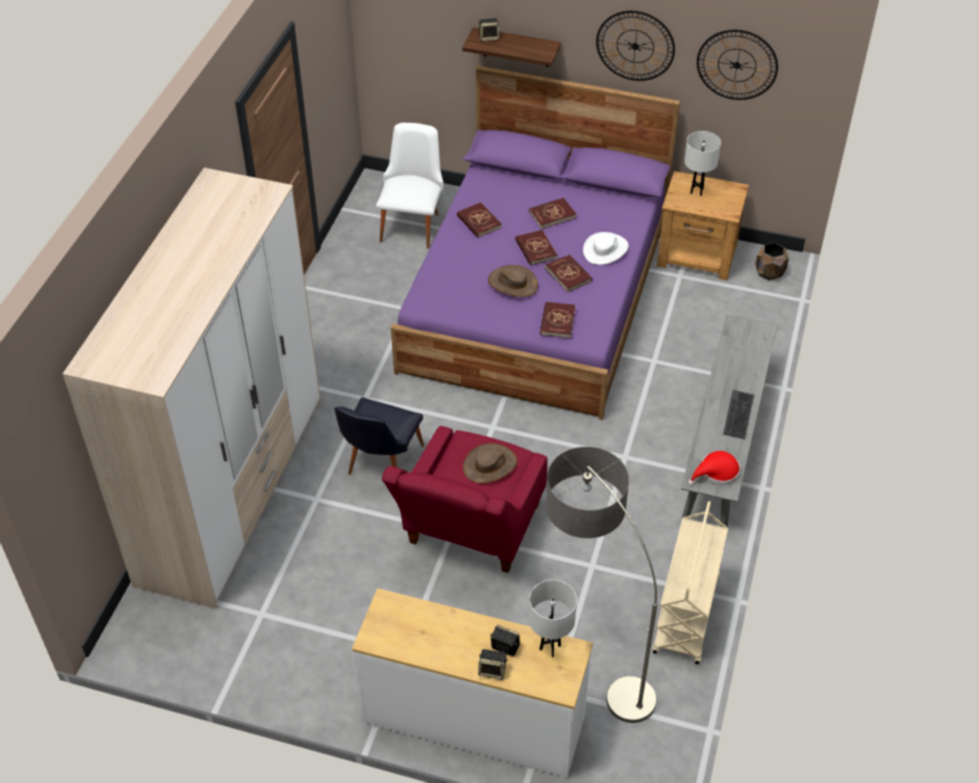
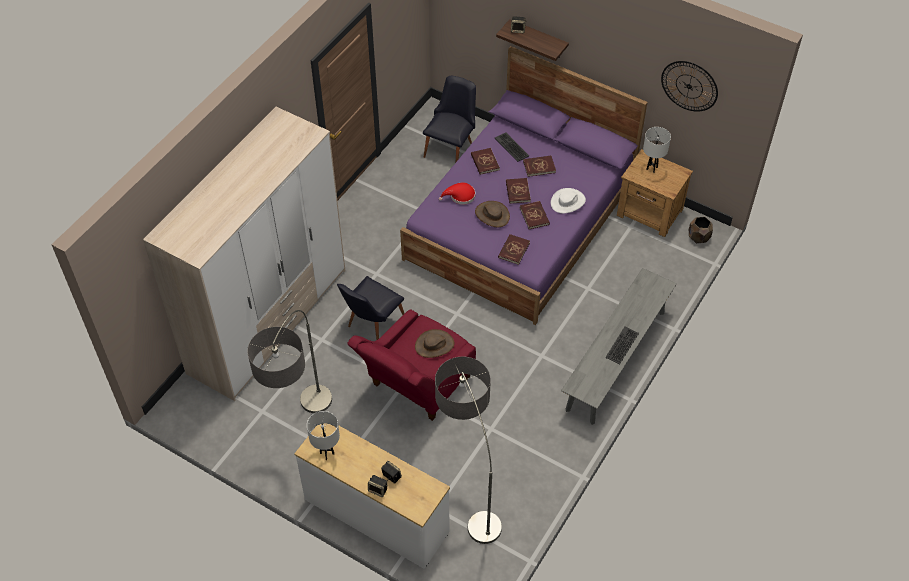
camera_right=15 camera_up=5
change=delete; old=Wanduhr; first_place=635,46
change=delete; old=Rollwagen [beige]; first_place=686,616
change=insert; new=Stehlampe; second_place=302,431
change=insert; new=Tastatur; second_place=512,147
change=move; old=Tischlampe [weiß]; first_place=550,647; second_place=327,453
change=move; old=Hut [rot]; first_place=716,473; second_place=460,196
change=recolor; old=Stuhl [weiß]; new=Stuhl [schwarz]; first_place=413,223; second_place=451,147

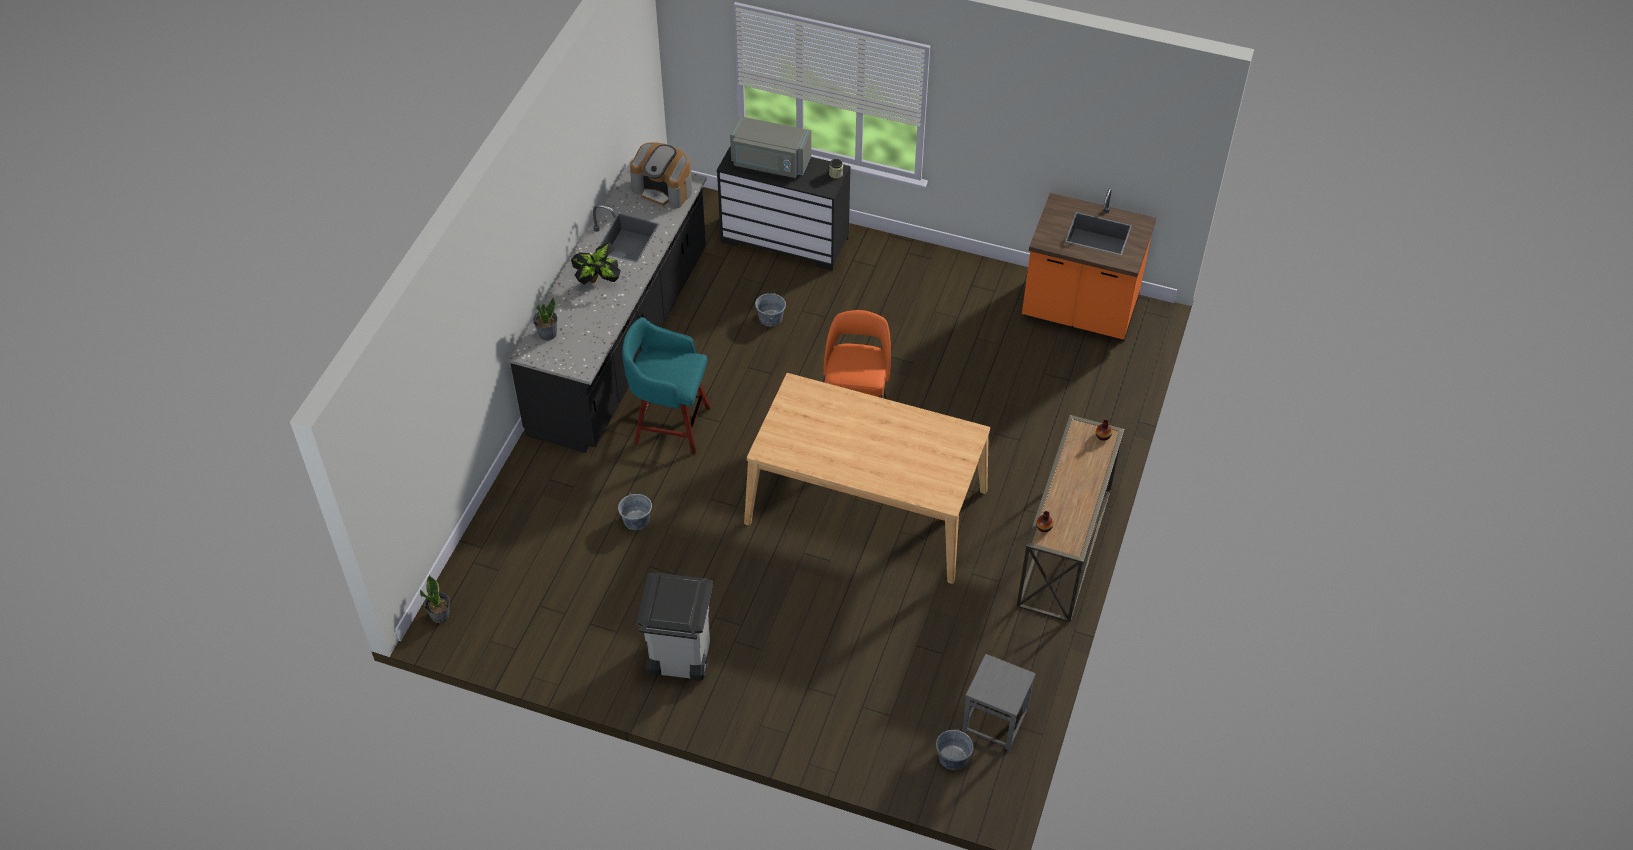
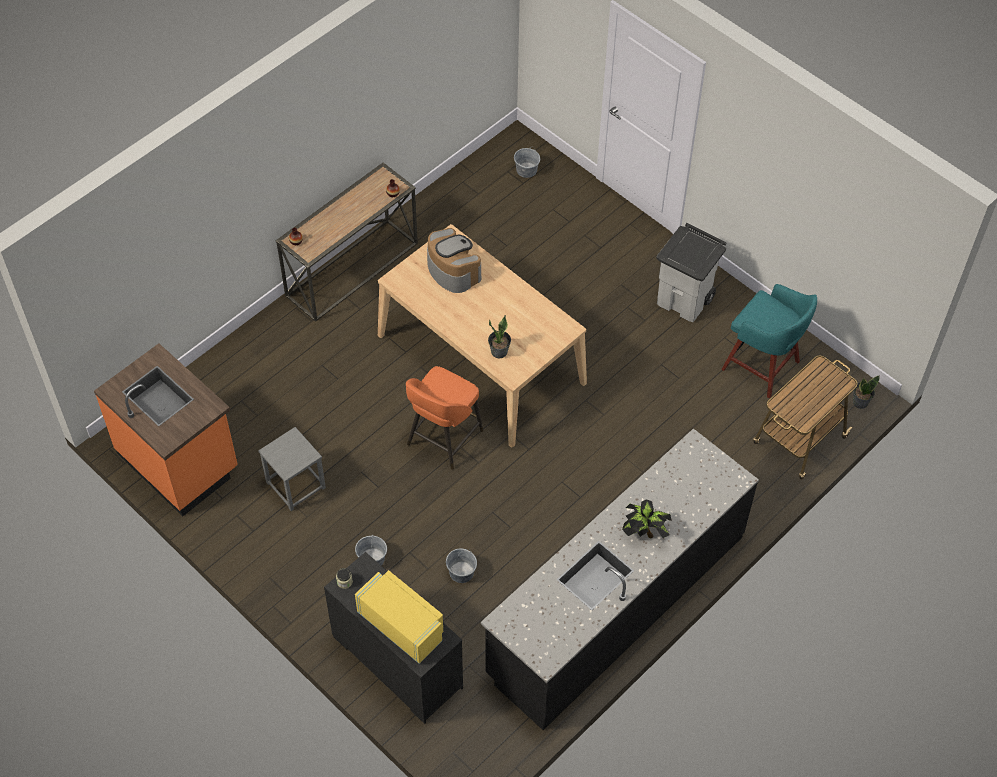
camera_right=-155 camera_up=5
change=insert; new=Rollwagen; second_place=798,441
change=move; old=Topfpflanze; first_place=547,334; second_place=499,352
change=move; old=Eimer [grau]; first_place=636,520; second_place=372,559
change=move; old=Hocker [türkis]; first_place=670,425; second_place=762,367
change=move; old=Kaffeemaschine; first_place=664,189; second_place=452,270
change=move; old=Hocker [grau]; first_place=995,720; second_place=295,485
change=recolor; old=Mikrowelle [grau]; new=Mikrowelle [gelb]; first_place=770,163; second_place=402,625

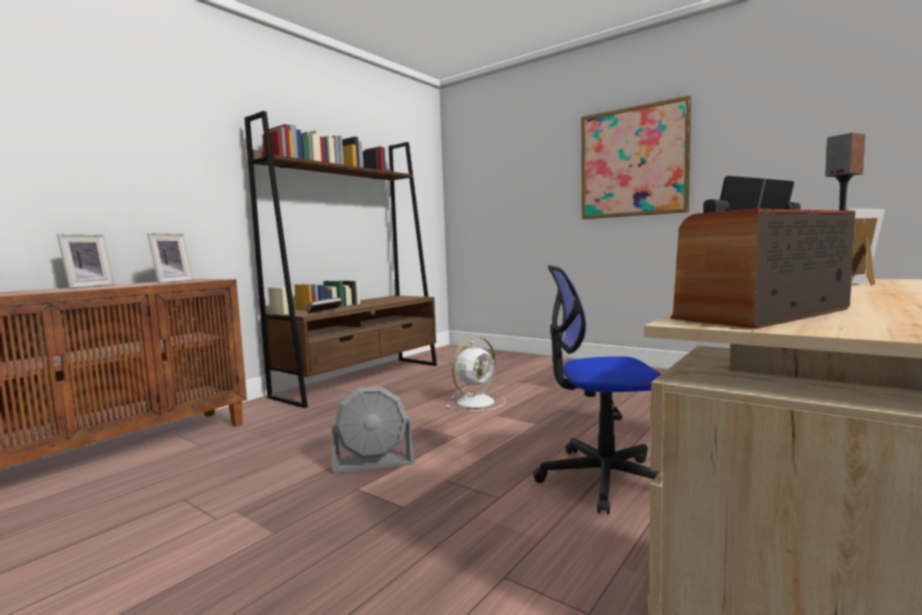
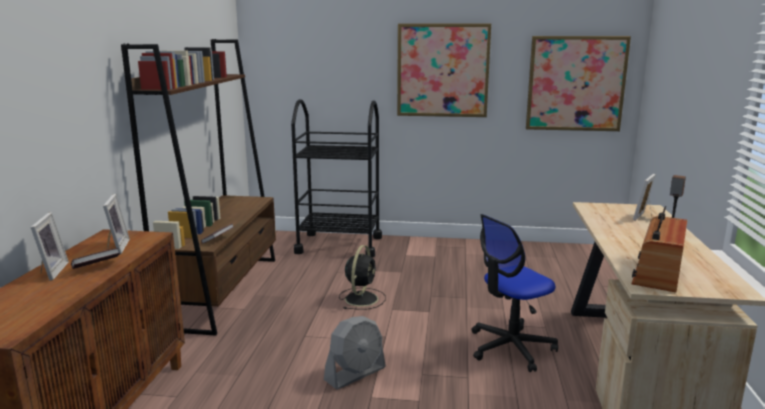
camera_right=-30 camera_up=10
change=insert; new=Buch; second_place=96,267
change=insert; new=Rollwagen [schwarz]; second_place=339,245
change=insert; new=Bild; second_place=576,83
change=recolor; old=Ventilator [weiß]; new=Ventilator [schwarz]; first_place=477,402; second_place=362,298

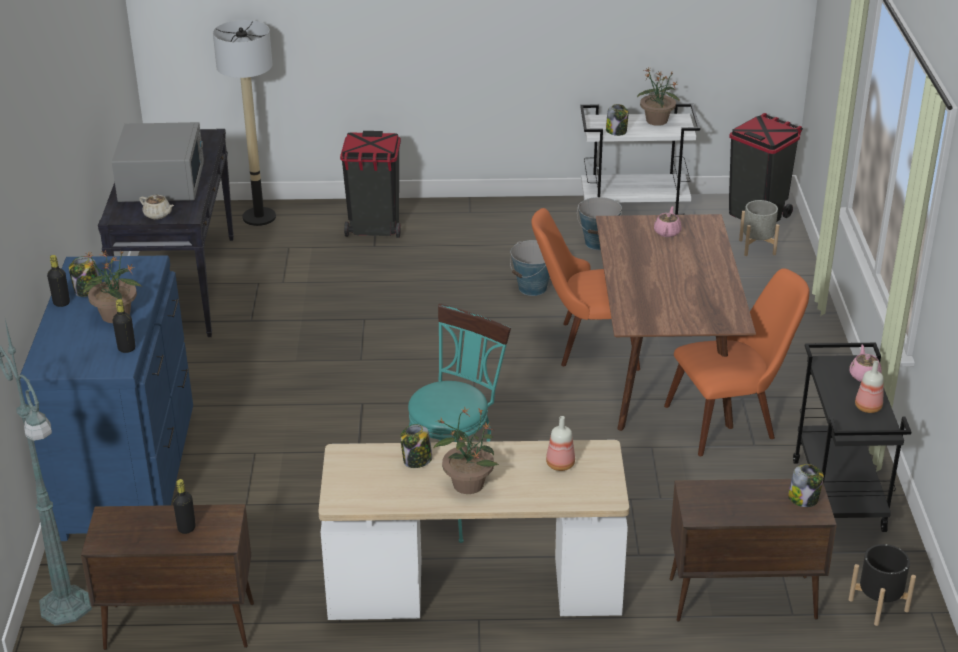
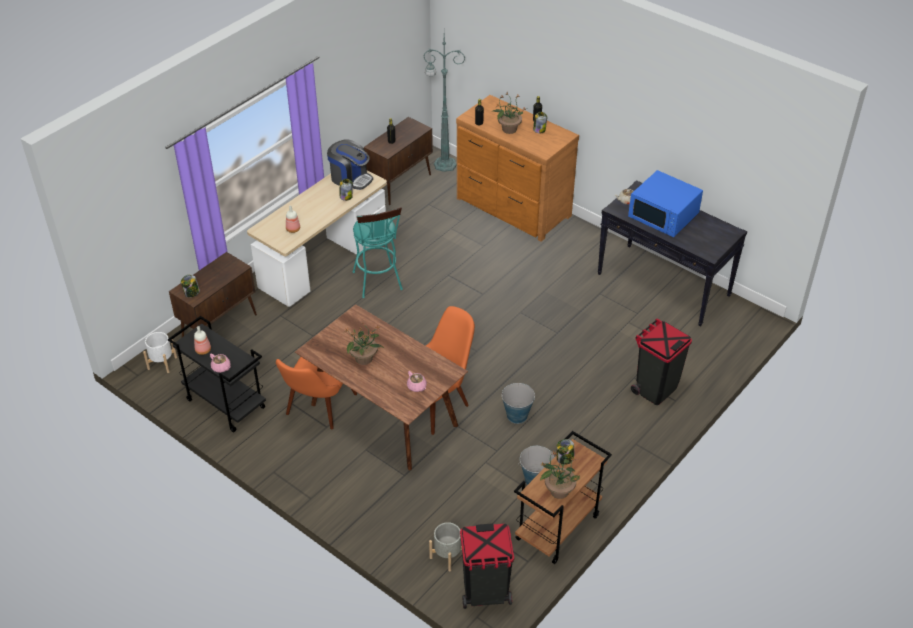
camera_right=130 camera_up=10
change=delete; old=Stehlampe; first_place=259,217
change=insert; new=Kaffeemaschine; second_place=350,179
change=move; old=Topfpflanze; first_place=468,483; second_place=364,359
change=recolor; old=Kommode [blau]; new=Kommode [braun]; first_place=129,470; second_place=512,208
change=recolor; old=Mikrowelle [grau]; new=Mikrowelle [blau]; first_place=162,182; second_place=664,216
change=recolor; old=Rollwagen [weiß]; new=Rollwagen [braun]; first_place=635,210; second_place=557,529
change=recolor; old=Pflanzkübel [schwarz]; new=Pflanzkübel [weiß]; first_place=879,605; second_place=162,363

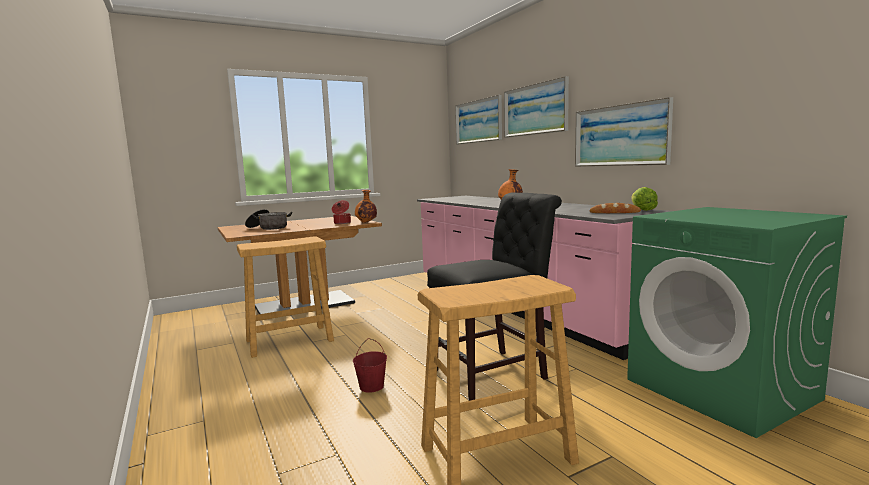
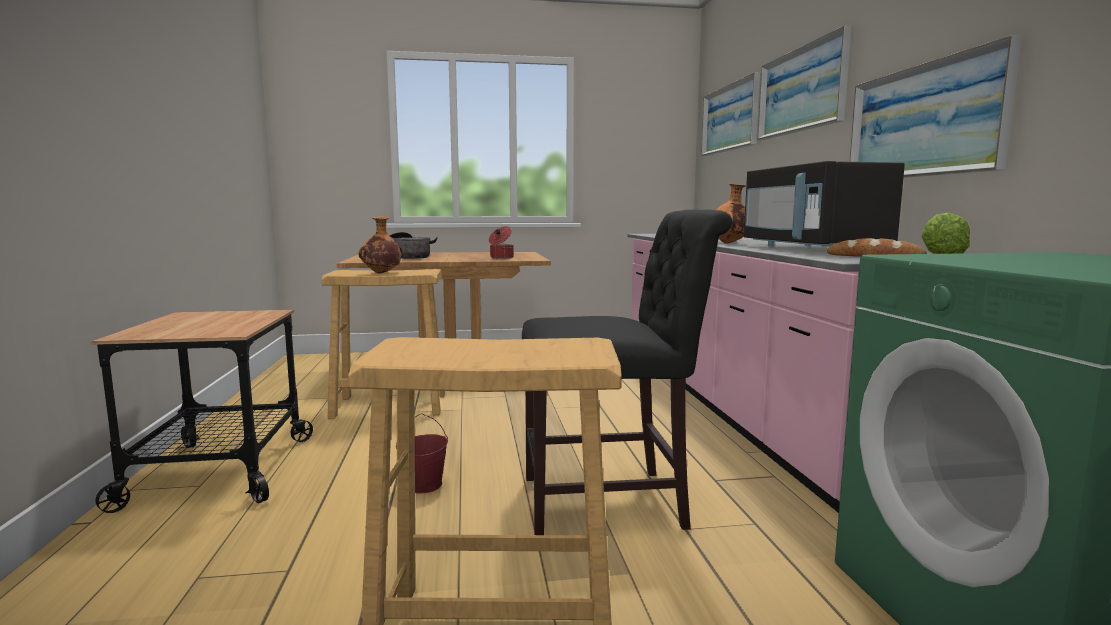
camera_right=20 camera_up=0
change=insert; new=Rollwagen; second_place=219,471
change=insert; new=Mikrowelle [schwarz]; second_place=812,249
change=move; old=Vase [orange]; first_place=366,222; second_place=381,273

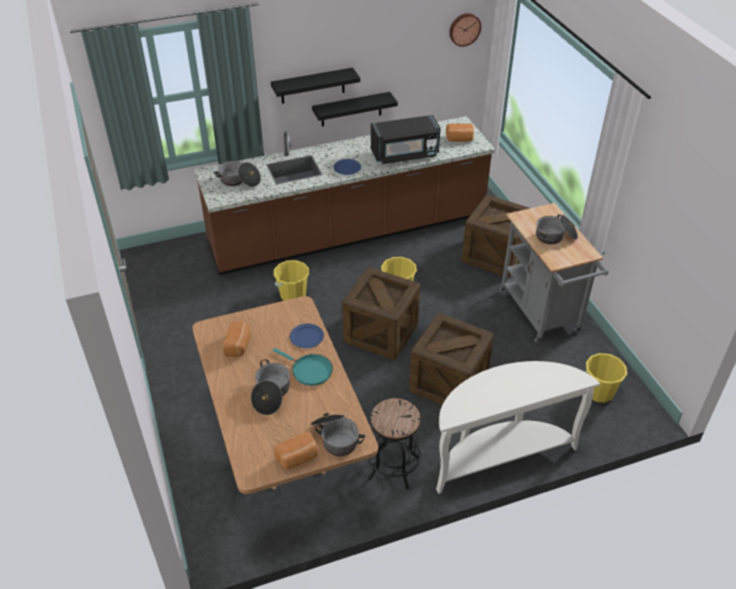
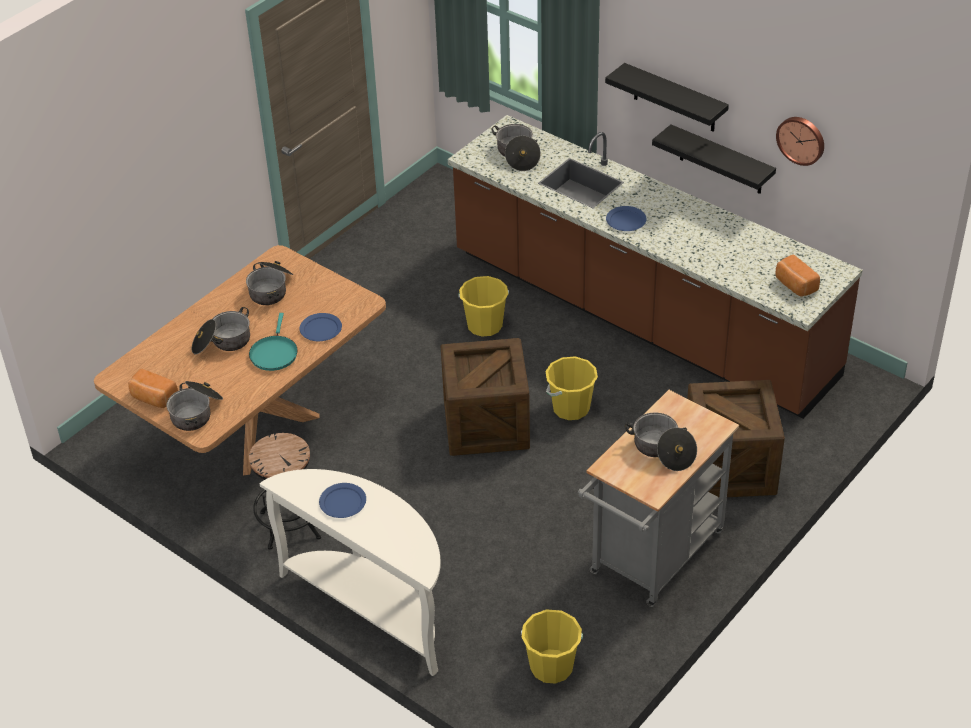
camera_right=60 camera_up=0
change=delete; old=Mikrowelle [schwarz]; first_place=405,154
change=delete; old=Kiste; first_place=448,382
change=insert; new=Teller [blau]; second_place=342,502
change=move; old=Wanduhr; first_place=464,29; second_place=801,139
change=replace; old=Brot; new=Kochtopf; first_place=239,345; second_place=271,289

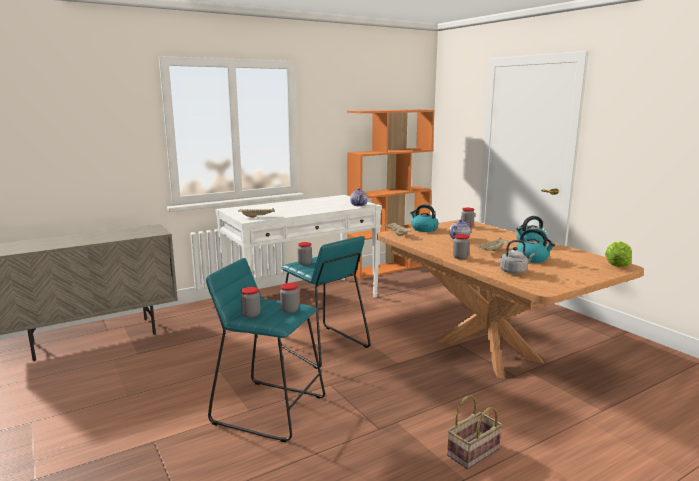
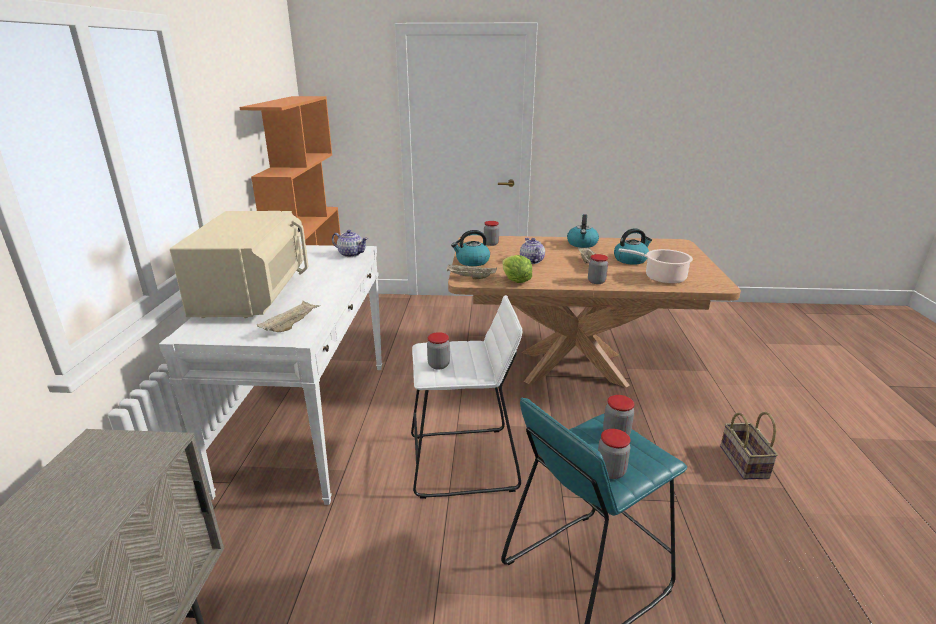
camera_right=-55 camera_up=10
change=insert; new=Mikrowelle [beige]; second_place=254,296
change=move; old=Salatkopf; first_place=616,265; second_place=515,281
change=replace; old=Wasserkessel [grau]; new=Kochtopf; first_place=514,271; second_place=662,278
change=recolor; old=Hocker [türkis]; new=Hocker [weiß]; first_place=322,347; second_place=463,462

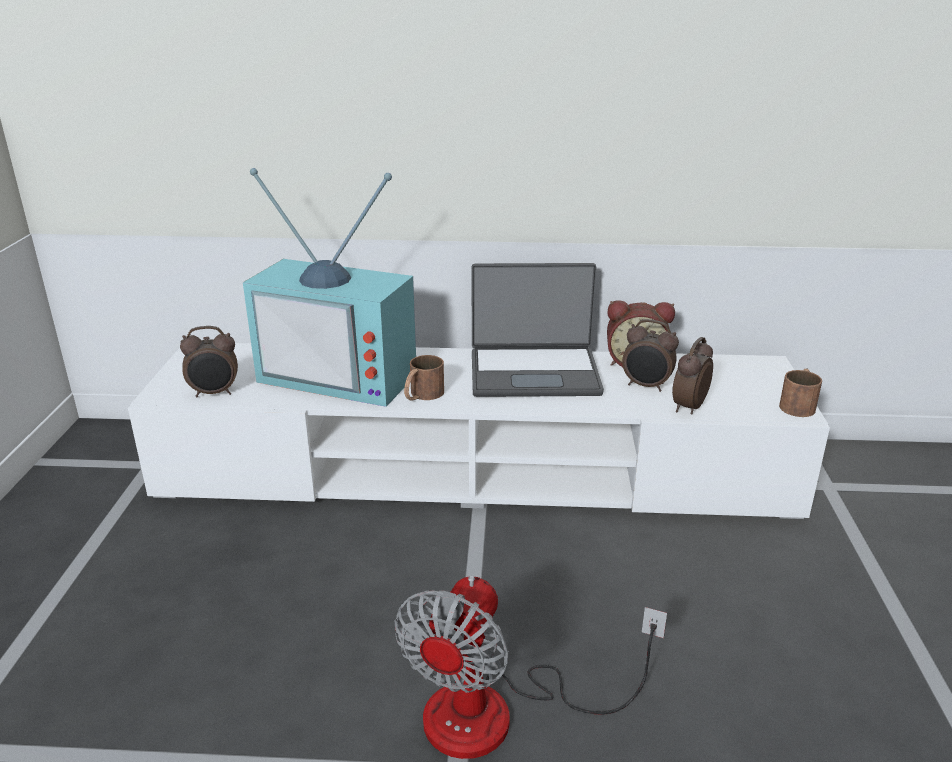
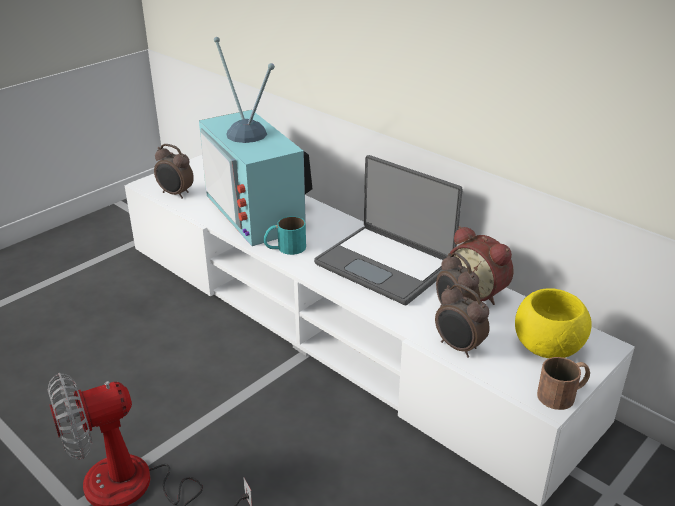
camera_right=40 camera_up=5
change=insert; new=Schüssel [gelb]; second_place=548,346
change=recolor; old=Henkelbecher [braun]; new=Henkelbecher [türkis]; first_place=422,395; second_place=285,248
change=rotate; old=Wecker; first_place=688,407; second_place=458,347; degrees=-120

